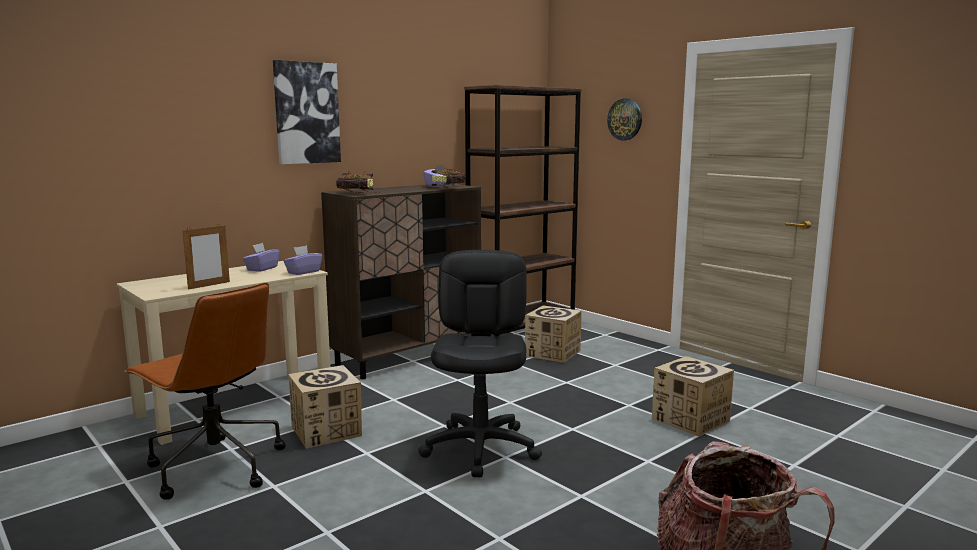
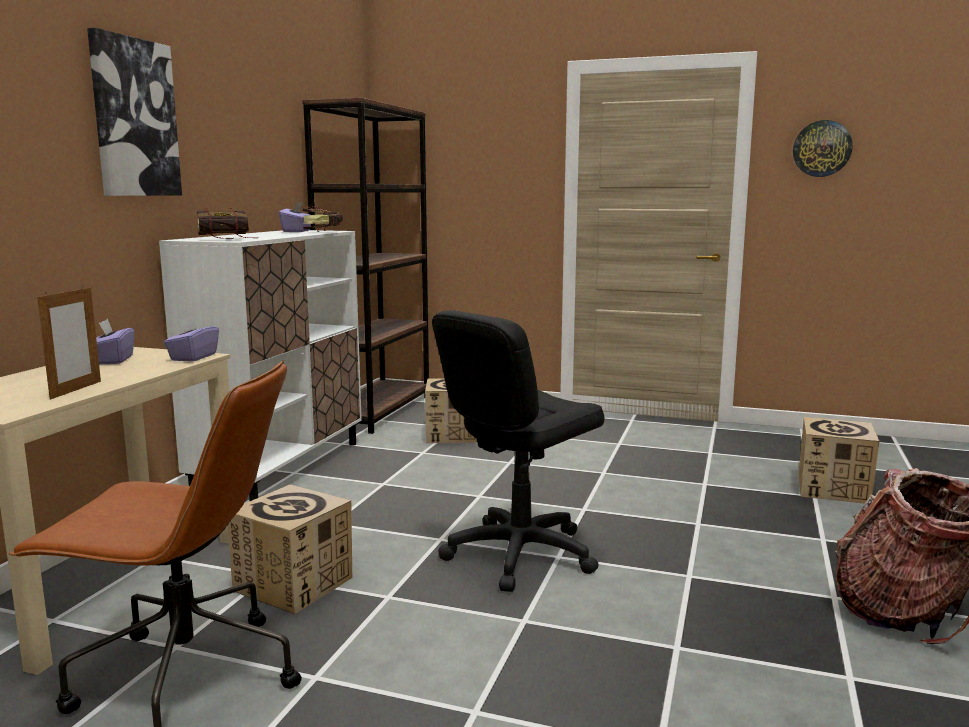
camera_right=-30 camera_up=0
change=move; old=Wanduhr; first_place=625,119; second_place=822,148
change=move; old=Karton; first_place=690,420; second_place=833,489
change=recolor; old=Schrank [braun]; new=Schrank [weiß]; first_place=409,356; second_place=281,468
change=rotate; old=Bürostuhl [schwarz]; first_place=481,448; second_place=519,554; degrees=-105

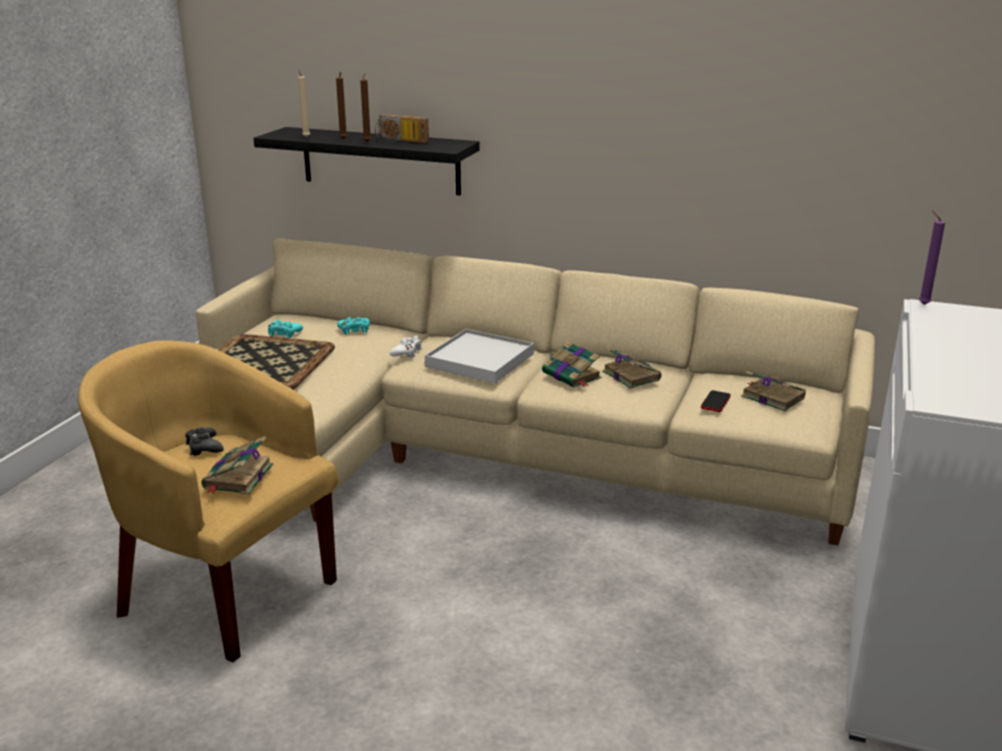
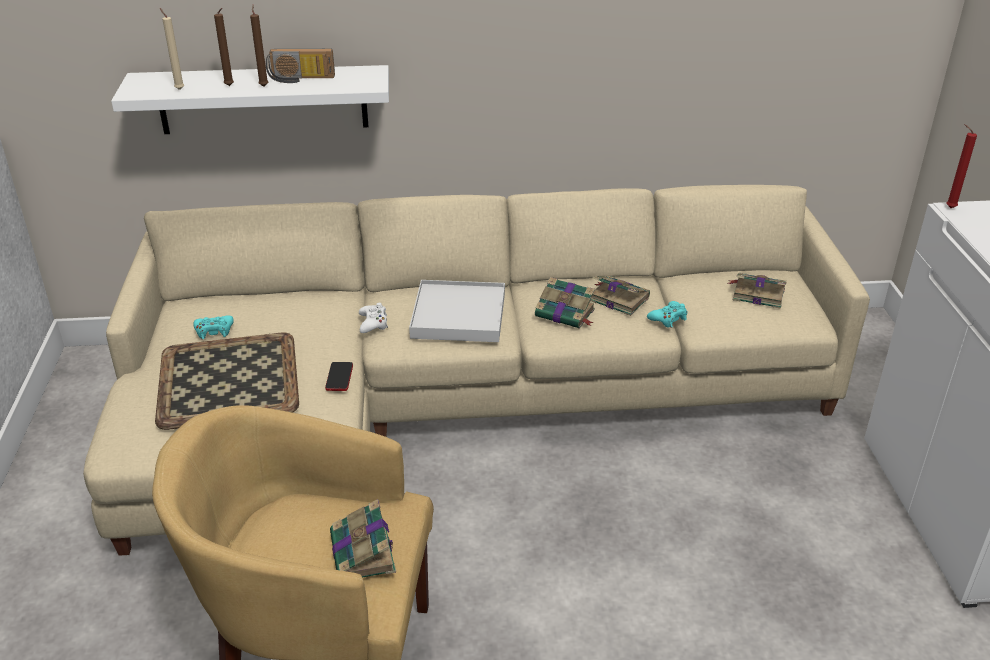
camera_right=-25 camera_up=10
change=delete; old=Gamepad [schwarz]; first_place=204,447
change=move; old=Gamepad [türkis]; first_place=354,330; second_place=668,318
change=move; old=Handy; first_place=715,402; second_place=339,377
change=recolor; old=Wandregal [schwarz]; new=Wandregal [weiß]; first_place=380,160; second_place=263,99
change=recolor; old=Kerze [lila]; new=Kerze [rot]; first_place=922,304; second_place=948,207

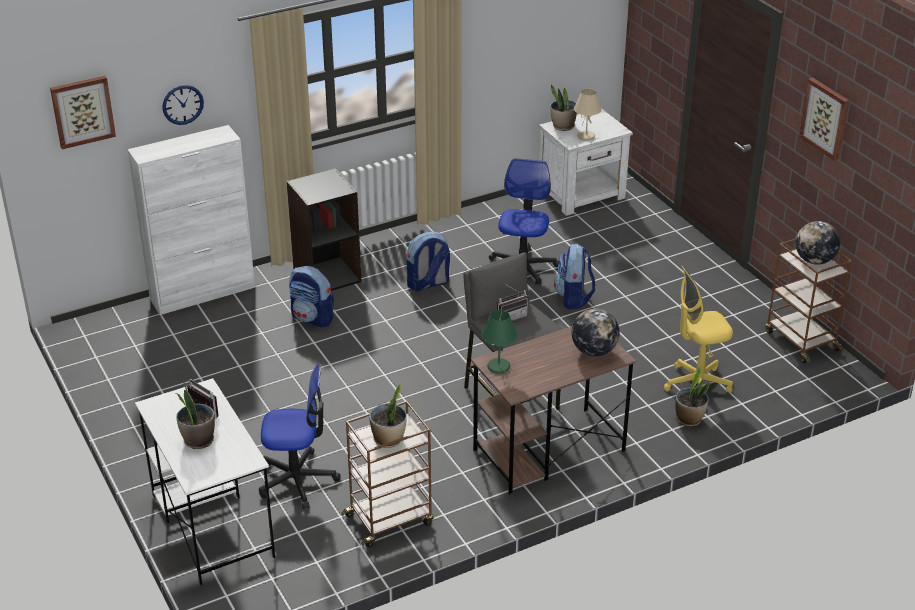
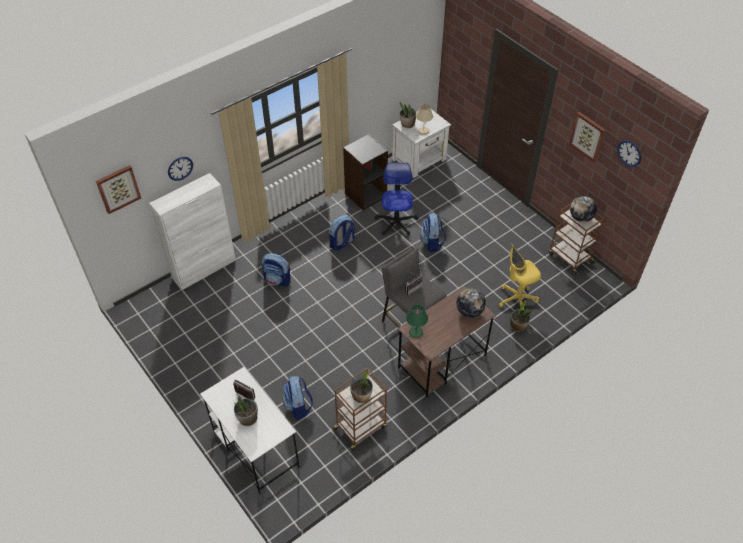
camera_right=-10 camera_up=15
change=insert; new=Wanduhr; second_place=629,153
change=move; old=Bücherregal [schwarz]; first_place=327,275; second_place=365,194
change=replace; old=Bürostuhl; new=Rucksack; first_place=297,480; second_place=298,406

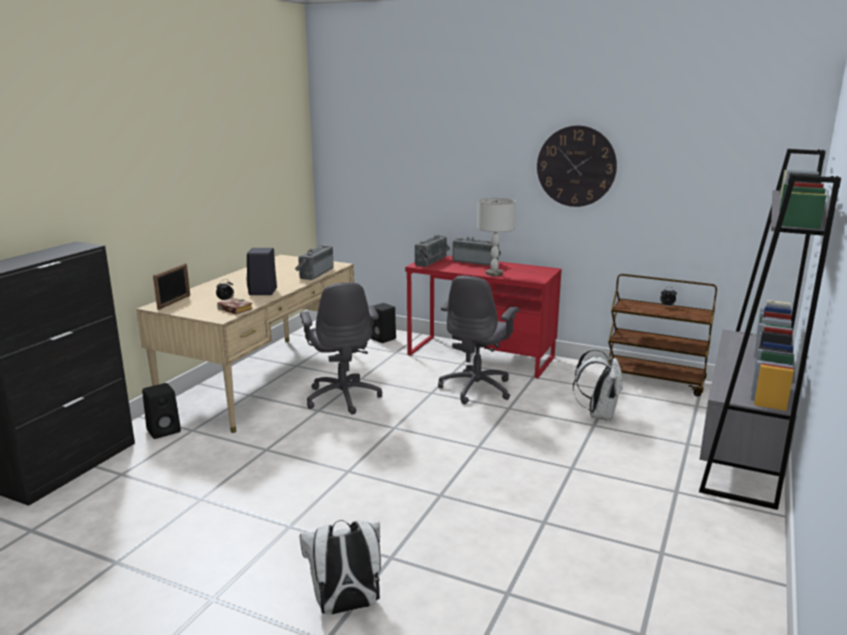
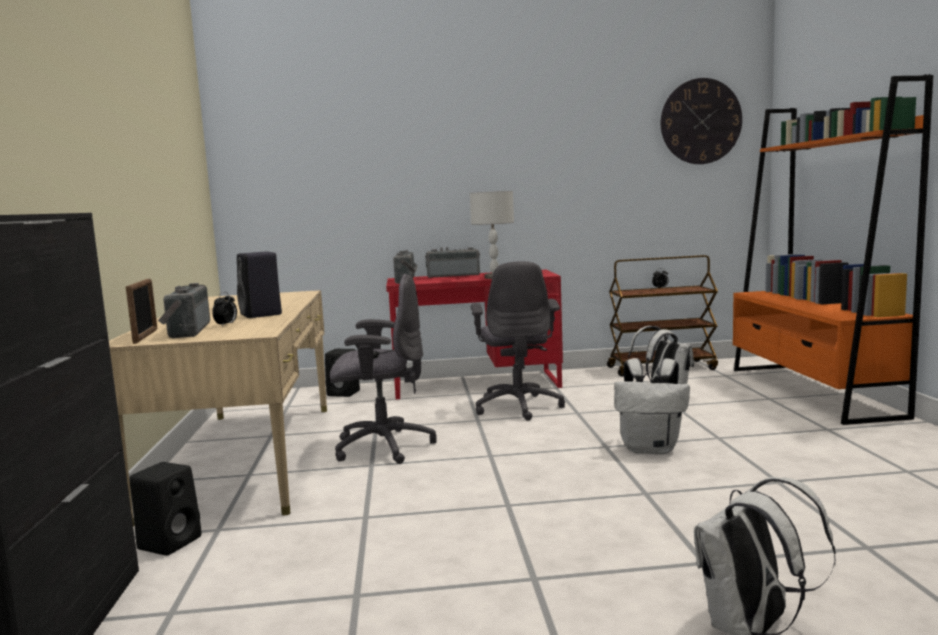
camera_right=-30 camera_up=-10
change=delete; old=Buch; first_place=233,309
change=insert; new=Rucksack [weiß]; second_place=651,449
change=move; old=Radio; first_place=314,273; second_place=185,331
change=move; old=Wanduhr; first_place=576,166; second_place=701,121
change=recolor; old=Bücherregal [grau]; new=Bücherregal [orange]; first_place=742,449; second_place=811,391
change=rotate; old=Bürostuhl [grau]; first_place=343,397; second_place=382,447; degrees=-45

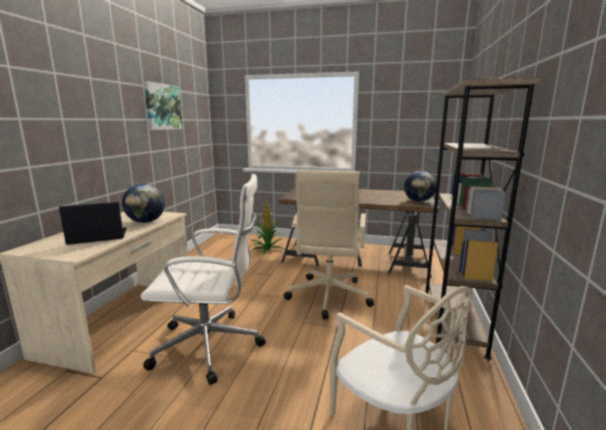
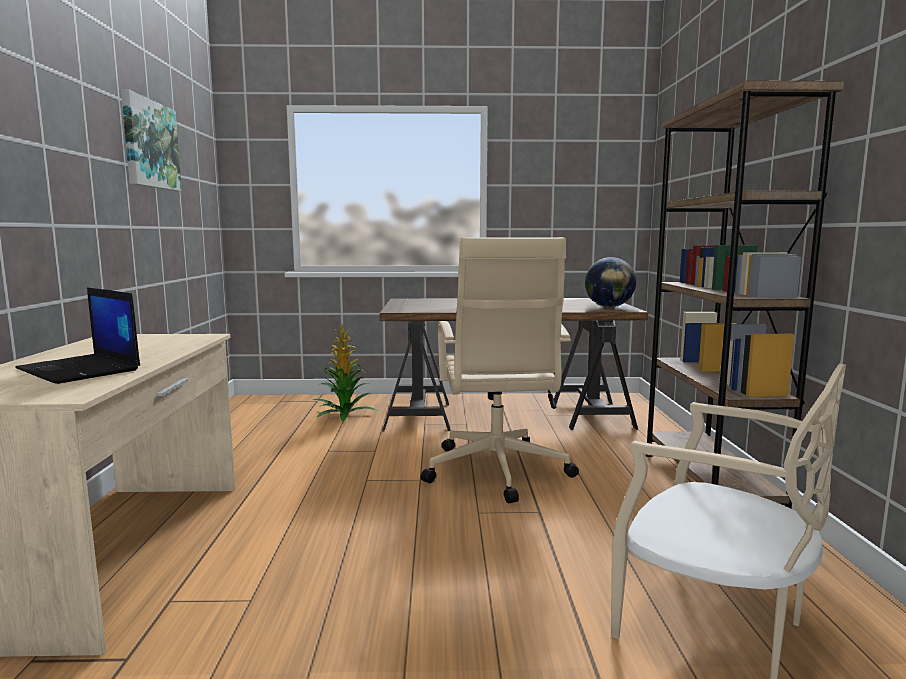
camera_right=-15 camera_up=-5
change=delete; old=Globus; first_place=146,222
change=delete; old=Bürostuhl [weiß]; first_place=211,346
change=rotate; old=Laptop; first_place=97,236; second_place=81,369; degrees=-105

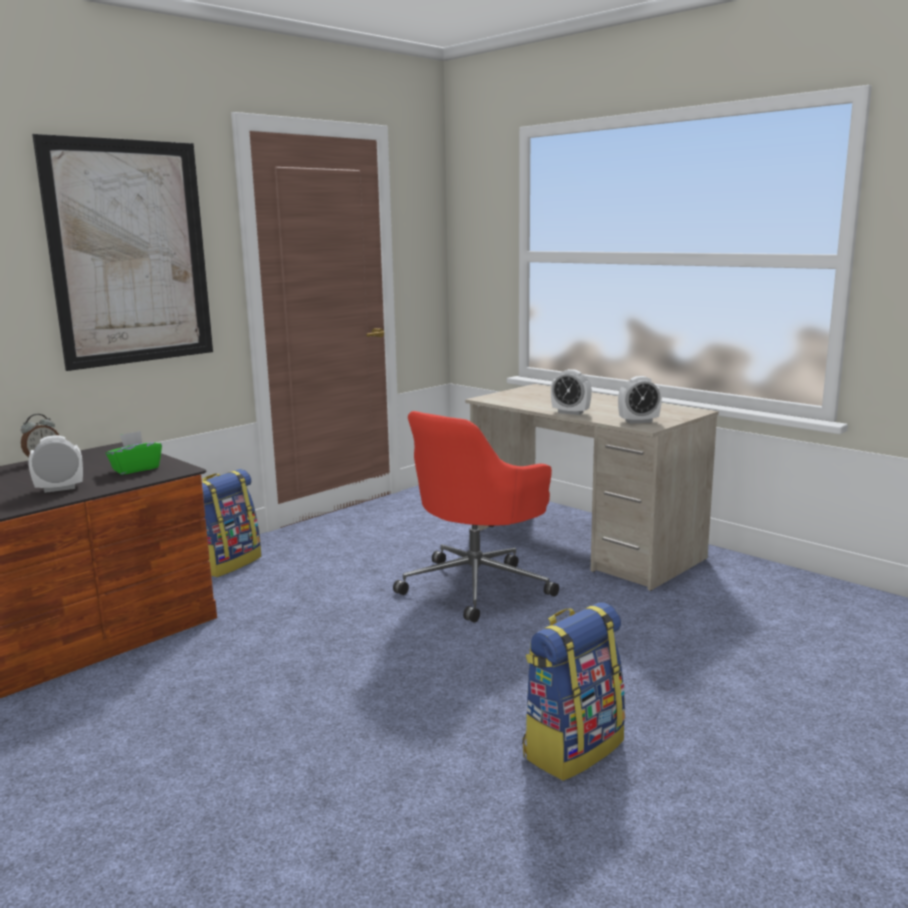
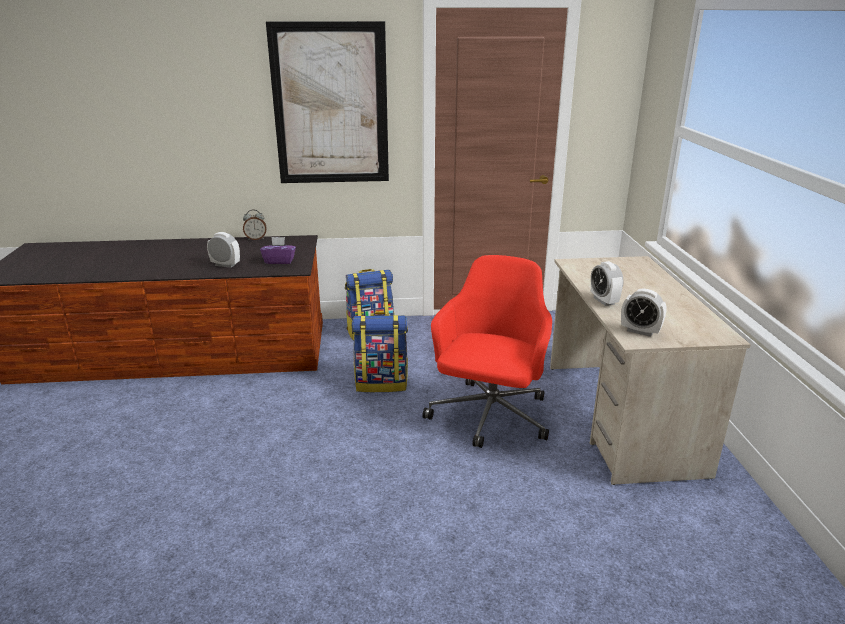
camera_right=40 camera_up=10
change=move; old=Rucksack; first_place=572,747; second_place=382,383
change=recolor; old=Taschentuchbox [grün]; new=Taschentuchbox [lila]; first_place=136,469; second_place=279,261
change=rotate; old=Bürostuhl [rot]; first_place=477,586; second_place=489,417; degrees=120

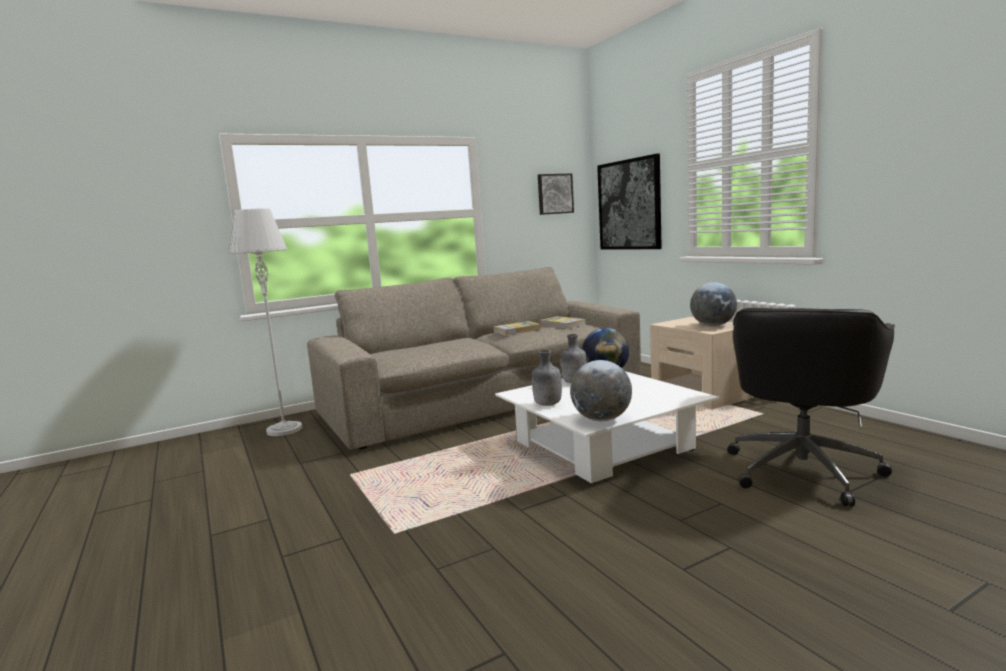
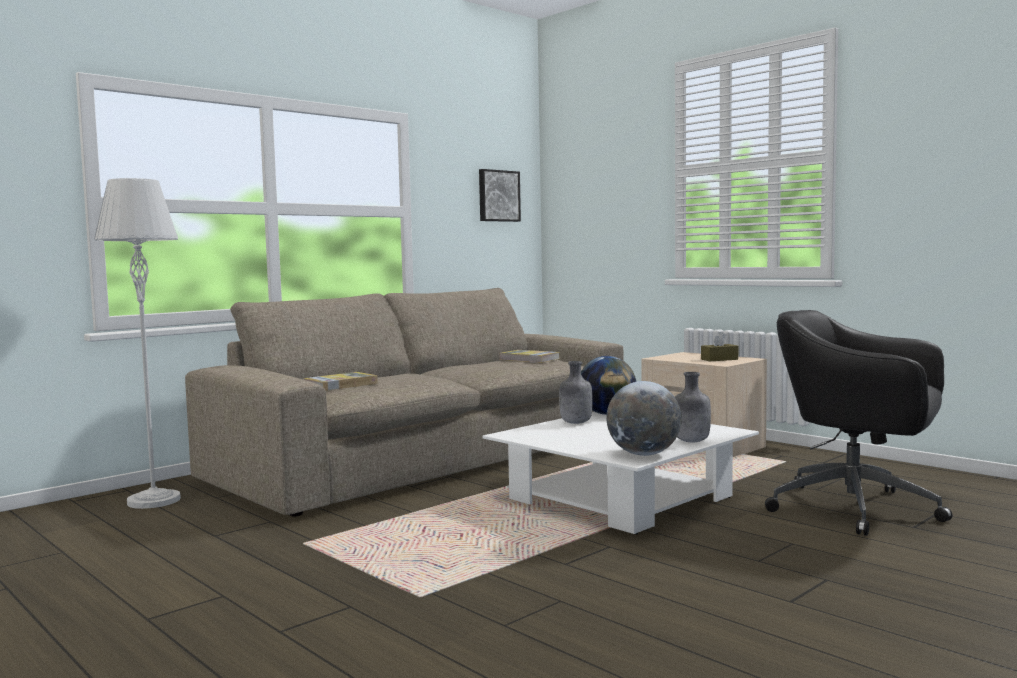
camera_right=-15 camera_up=-5
change=delete; old=Bild; first_place=629,205
change=move; old=Buch; first_place=517,330; second_place=340,385
change=move; old=Flasche [grau]; first_place=547,404; second_place=691,441
change=replace; old=Globus; new=Taschentuchbox [braun]; first_place=713,326; second_place=719,359
change=rotate; old=Bürostuhl [schwarz]; first_place=803,469; second_place=859,509; degrees=105

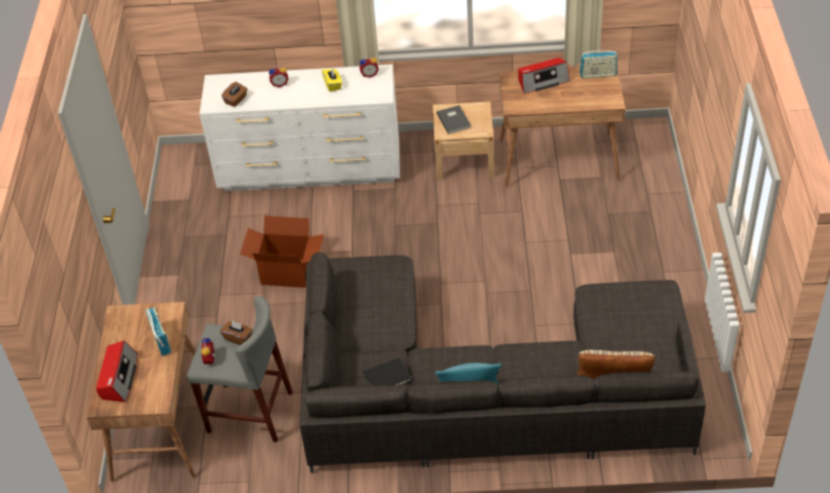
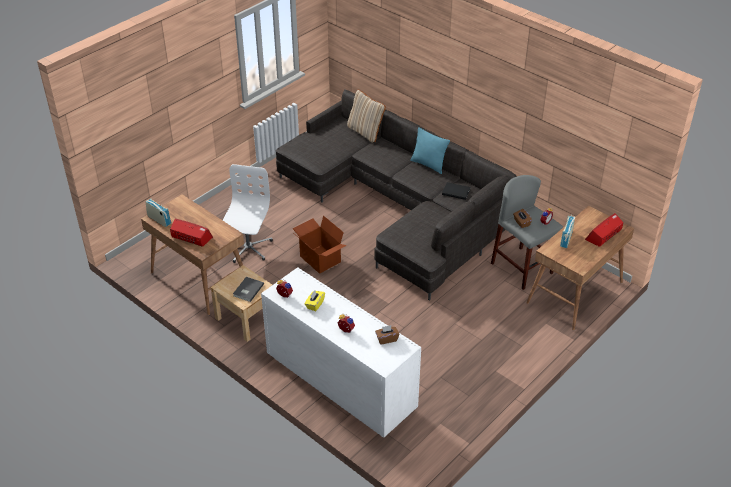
camera_right=-140 camera_up=-5
change=insert; new=Bürostuhl [weiß]; second_place=247,248
change=move; old=Karton; first_place=287,271; second_place=319,259

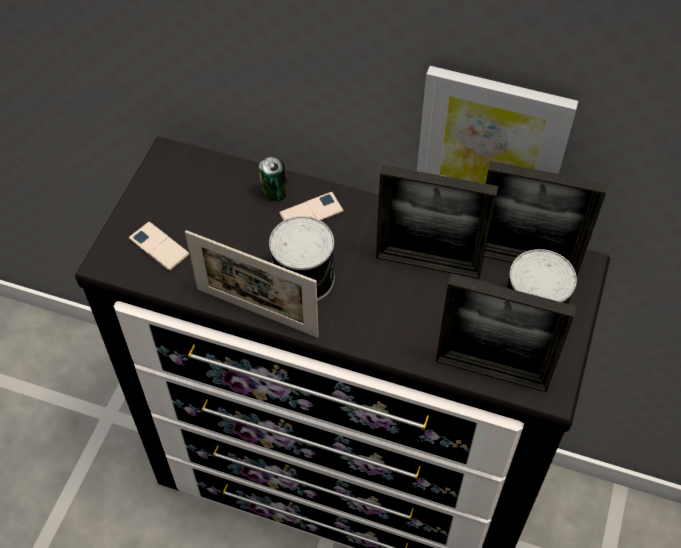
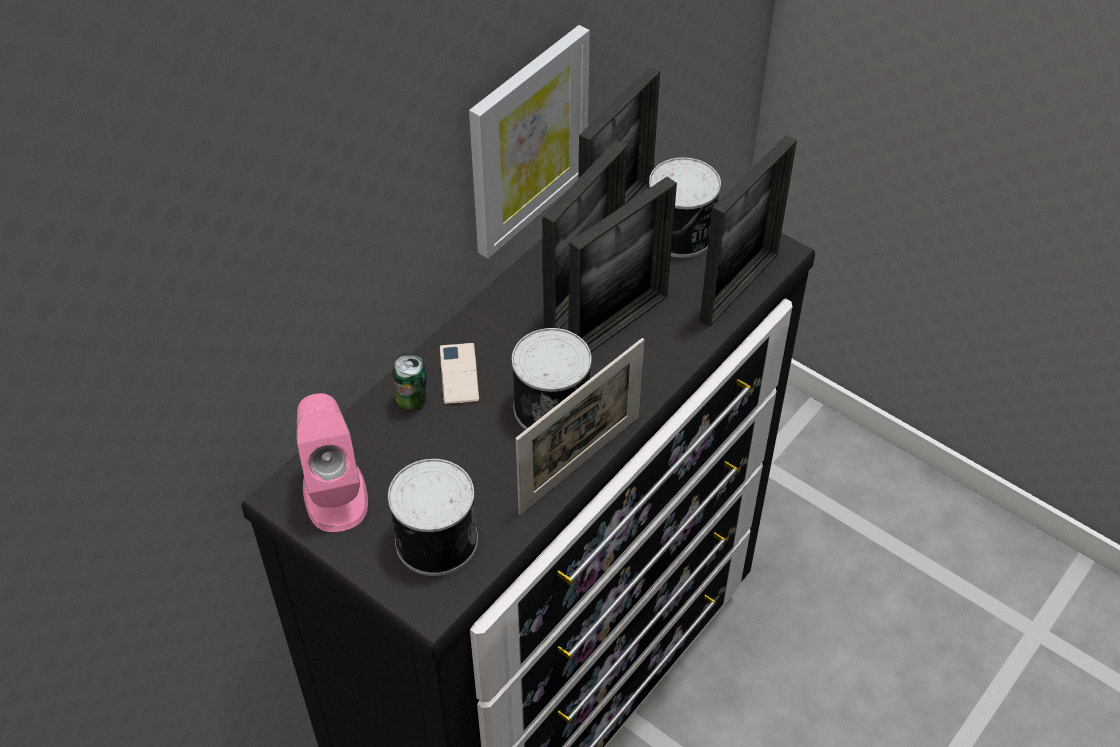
camera_right=-70 camera_up=-5
change=insert; new=Lautsprecher [rosa]; second_place=335,493
change=insert; new=Bilderrahmen; second_place=618,325
change=replace; old=Handy; new=Dose; first_place=159,246; second_place=434,540

